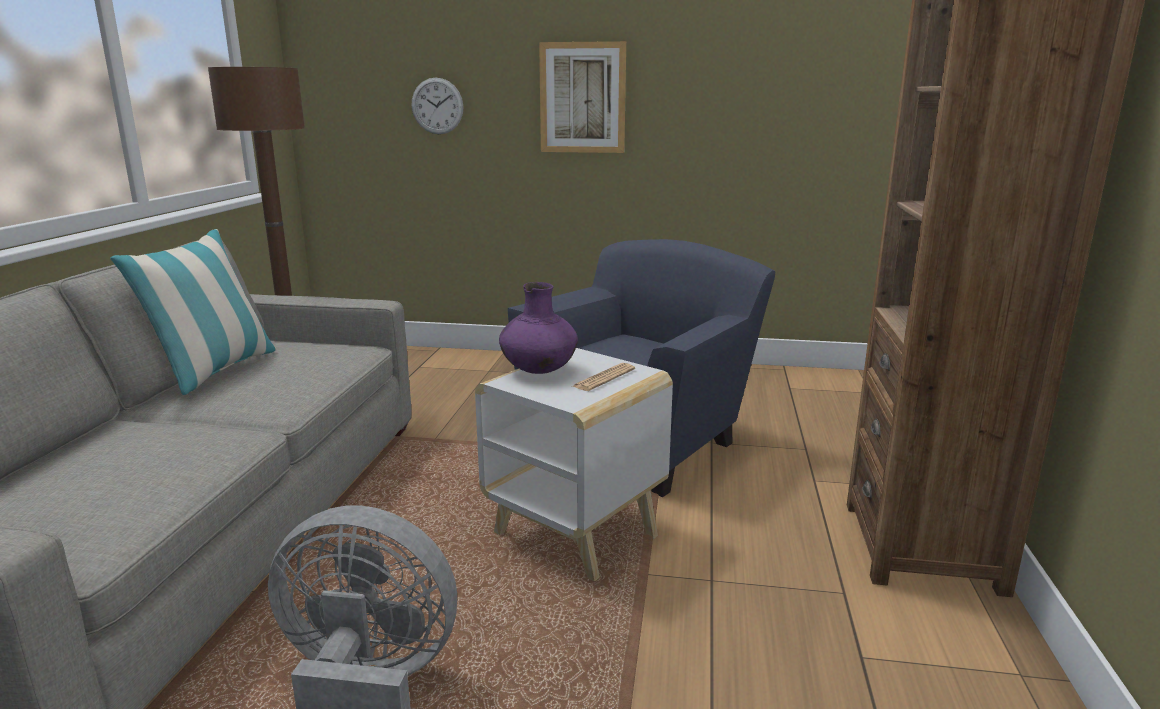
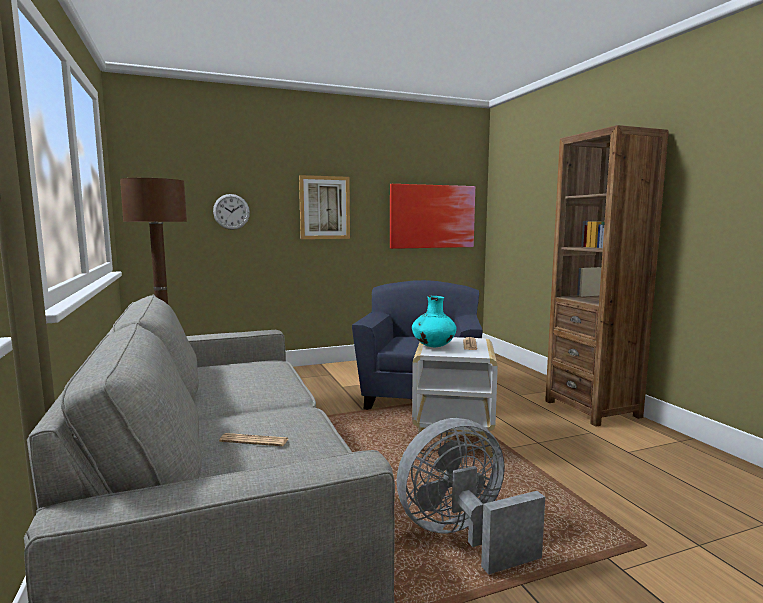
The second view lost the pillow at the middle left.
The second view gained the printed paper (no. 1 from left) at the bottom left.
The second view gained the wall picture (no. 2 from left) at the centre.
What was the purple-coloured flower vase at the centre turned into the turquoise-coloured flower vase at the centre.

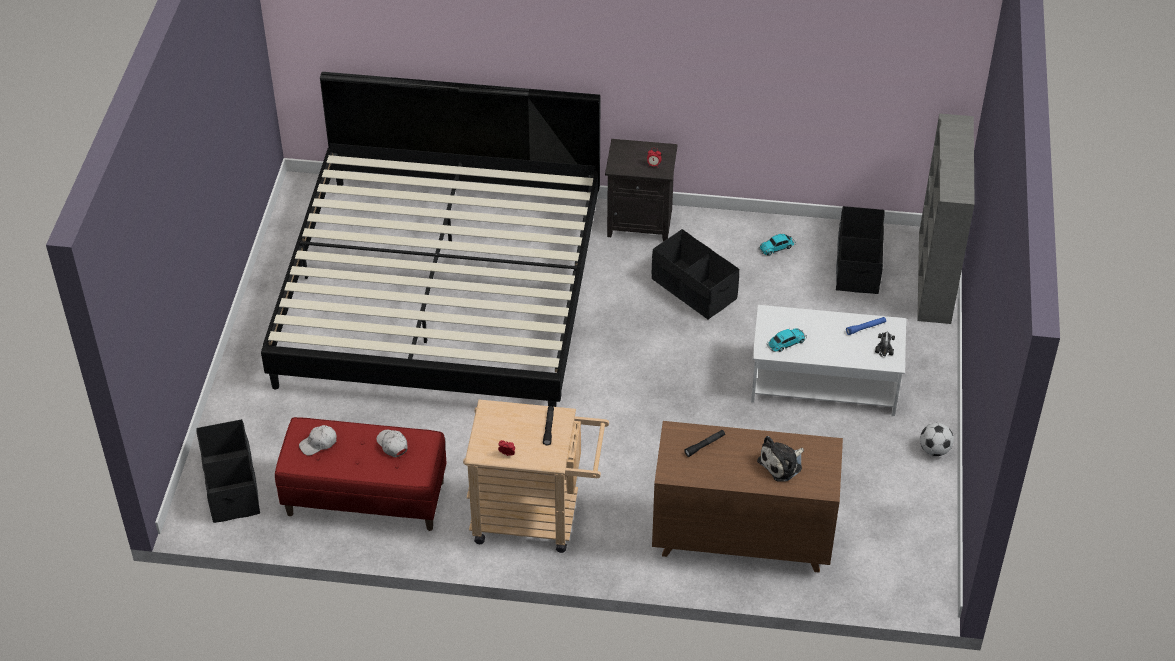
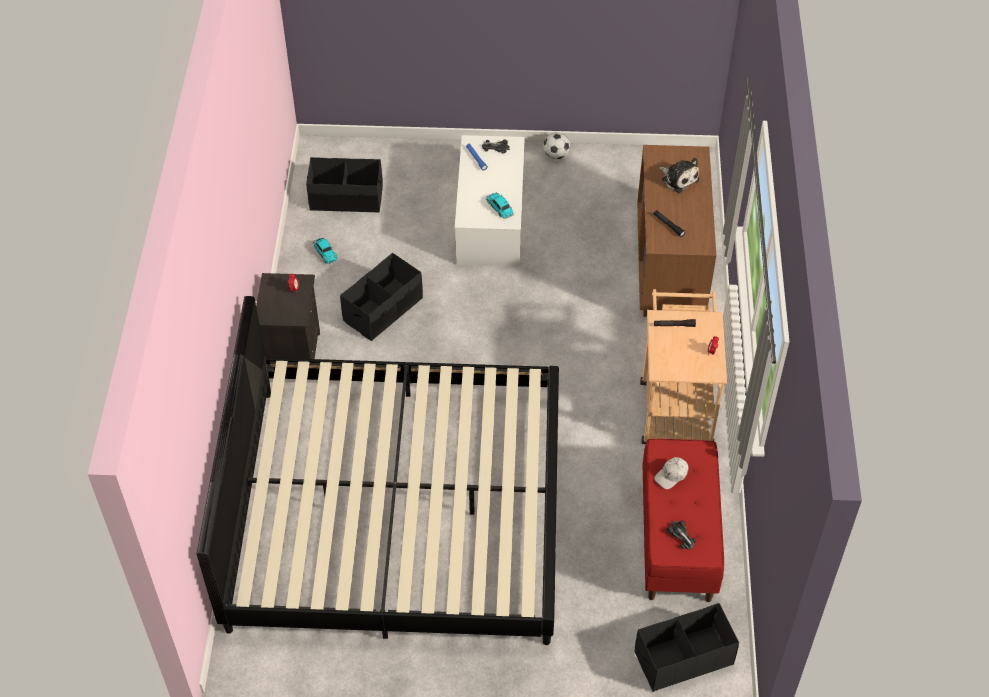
The second view lost the greyish shelving unit at the top right.
Where the whitish peaked cap (no. 1 from left) stood at the middle left, the model car (no. 4 from left) came to stand at the bottom right.

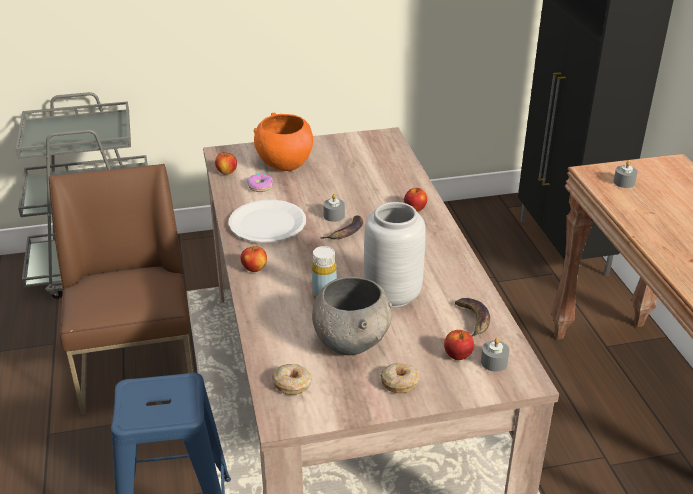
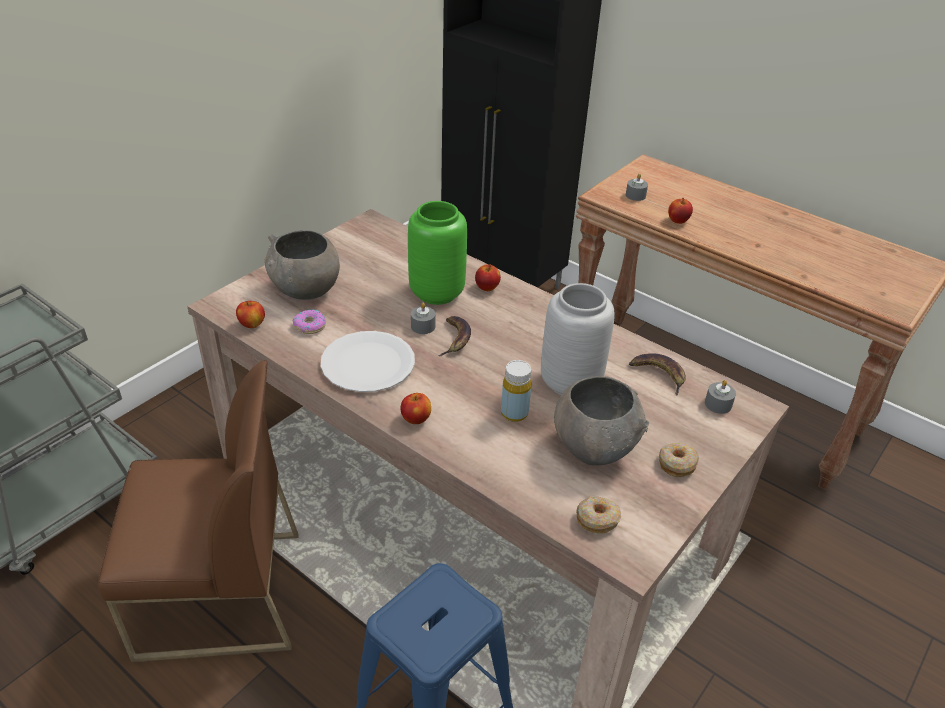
The second view gained the greenish flower vase at the centre.
The apple (no. 4 from left) ended up elsewhere, having gone from the bottom centre to the top right.
What was the orange deep dish at the top centre turned into the greyish deep dish (no. 1 from left) at the middle left.
The brown-coloured chair at the middle left ended up facing another way, 135 degrees clockwise from before.

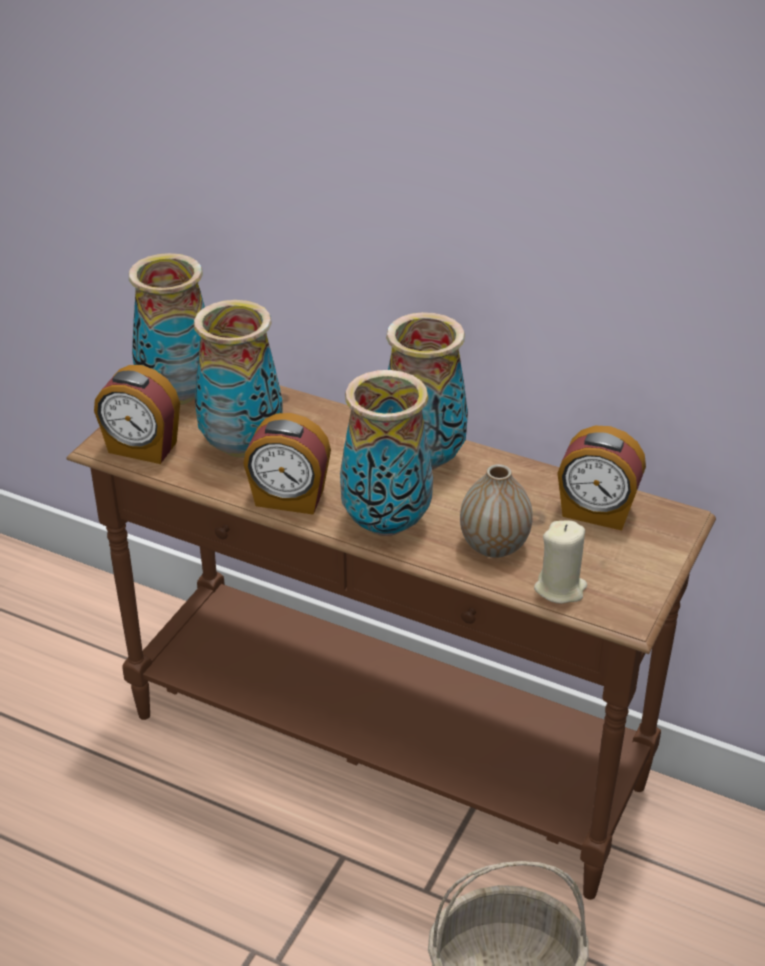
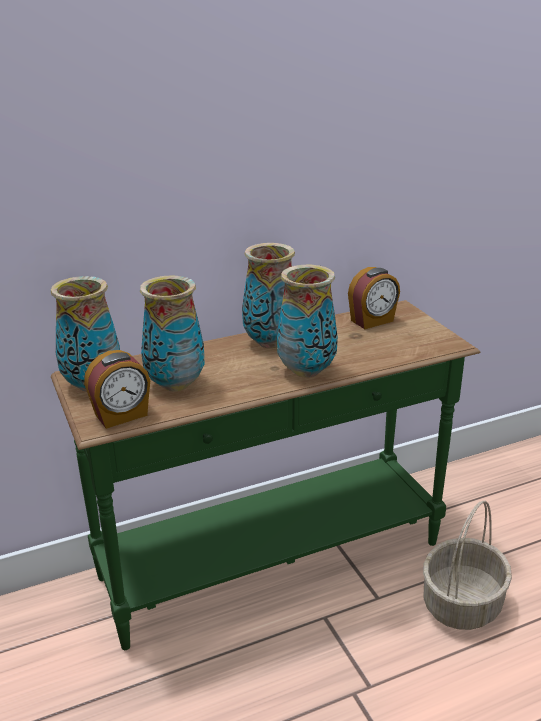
The second view lost the bedside clock (no. 2 from left) at the centre.
The second view lost the flower vase (no. 5 from left) at the centre.
The second view lost the beige wax light at the middle right.
What was the brown-coloured narrow table at the centre turned into the greenish narrow table at the centre.

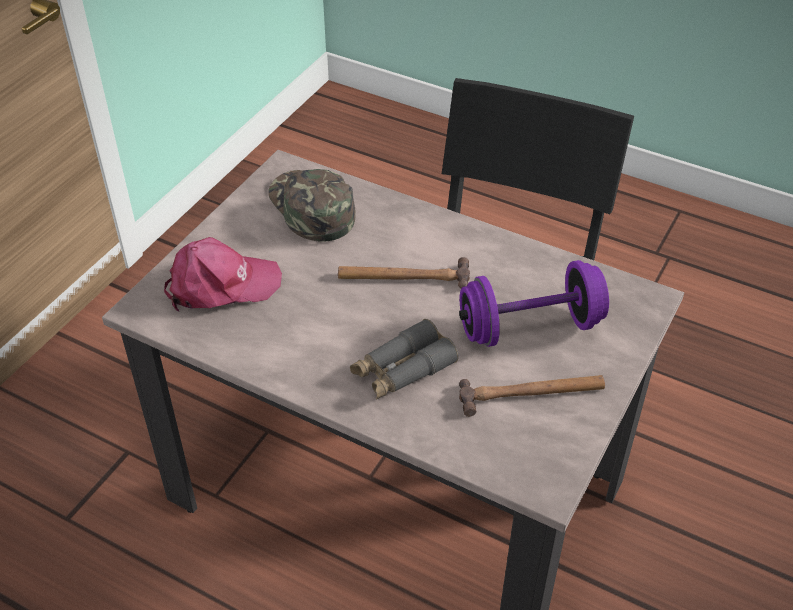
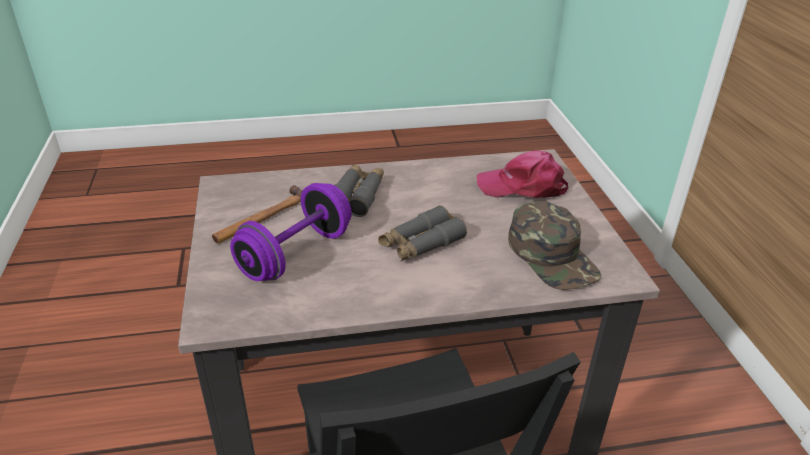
Where the hand hammer (no. 1 from left) stood at the centre, the greyish field glasses (no. 2 from left) came to stand at the centre.
The pink peaked cap at the middle left ended up facing another way, 60 degrees clockwise from before.
The greenish peaked cap at the centre ended up facing another way, 45 degrees clockwise from before.

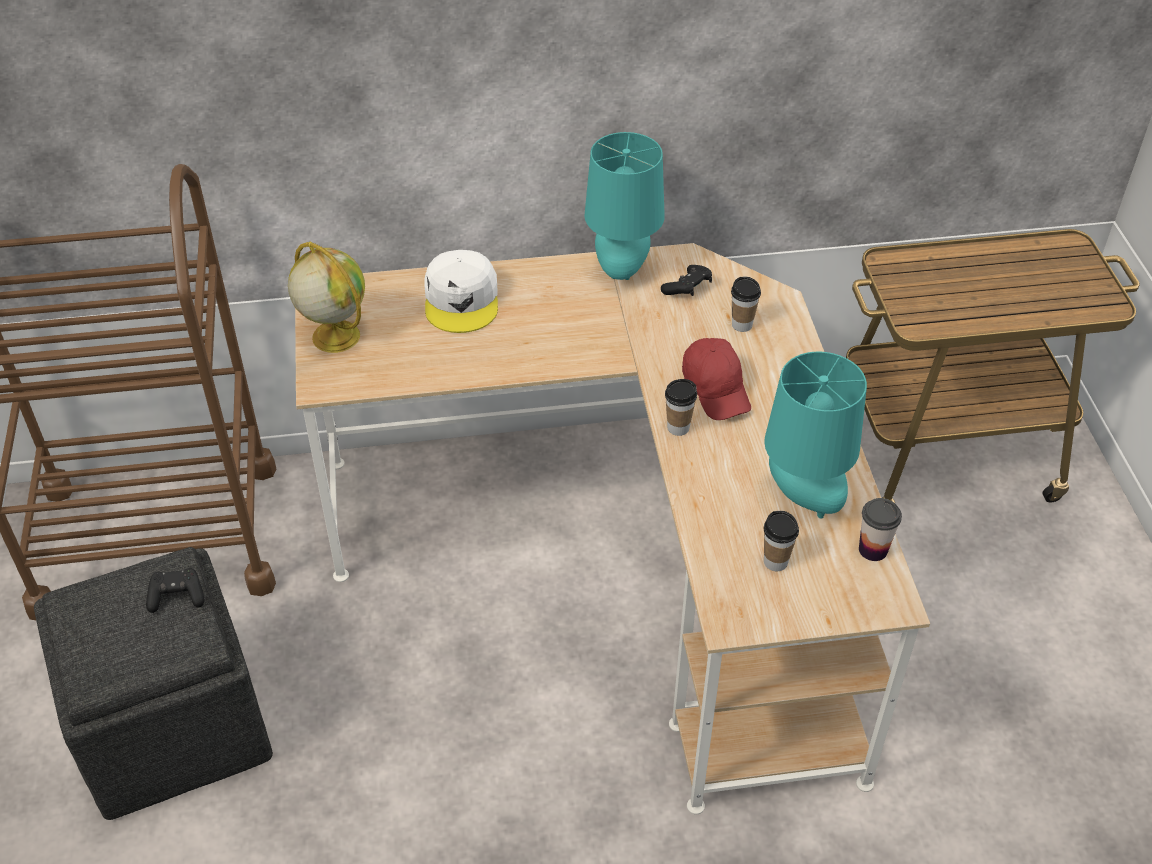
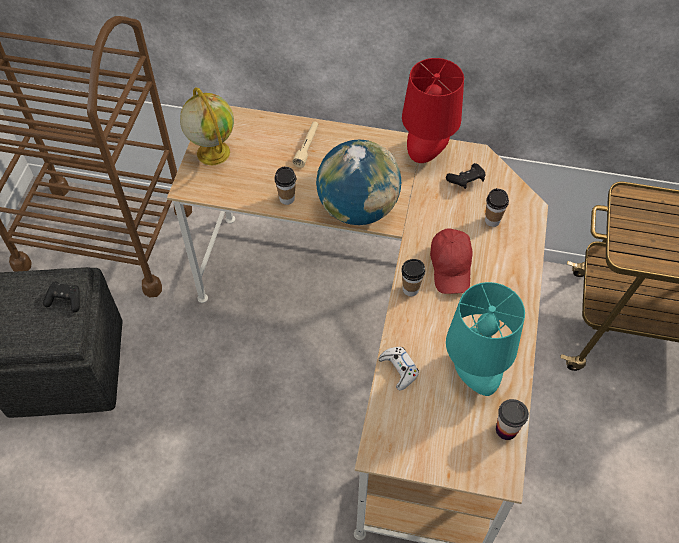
The second view gained the world globe (no. 2 from left) at the centre.
The second view gained the whitish gamepad at the bottom centre.
The small cup (no. 3 from left in the first image) ended up elsewhere, having gone from the middle right to the centre.
Where the whitish peaked cap stood at the centre, the beige hand torch came to stand at the top centre.
What was the turquoise-coloured tabletop lamp (no. 1 from left) at the top centre turned into the reddish tabletop lamp at the top centre.

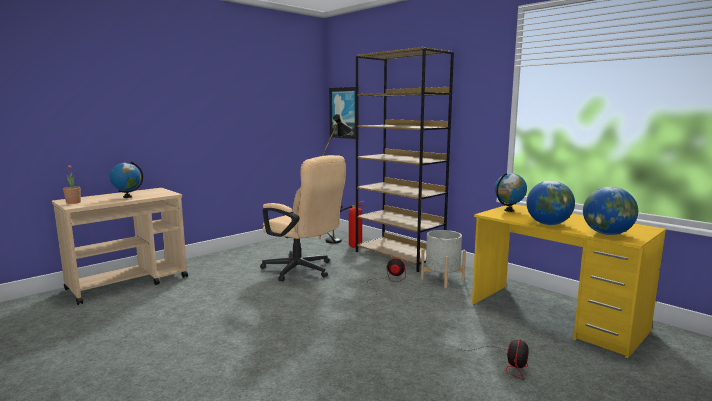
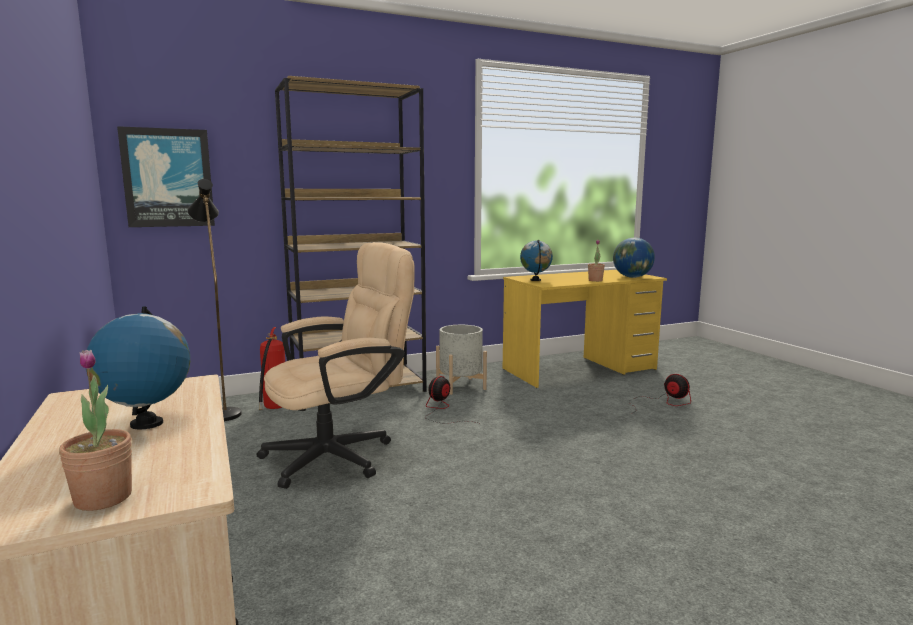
Where the world globe (no. 3 from left) stood at the middle right, the plant in a pot (no. 2 from left) came to stand at the centre.

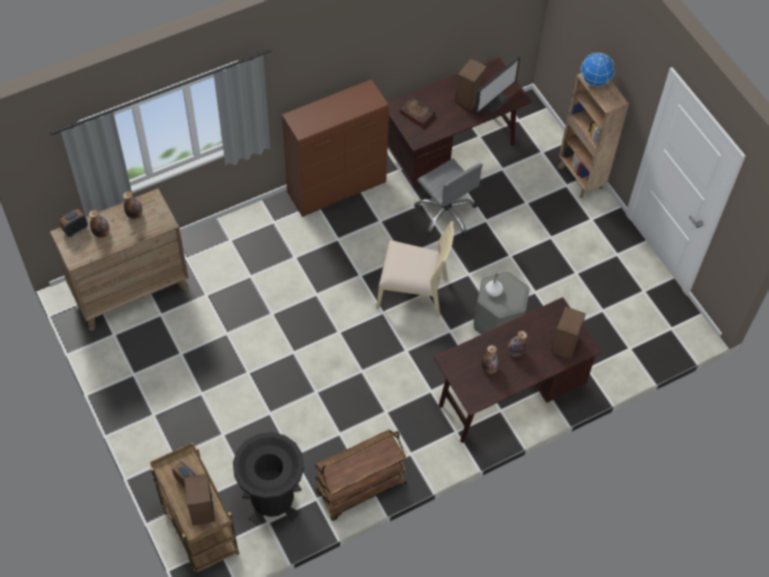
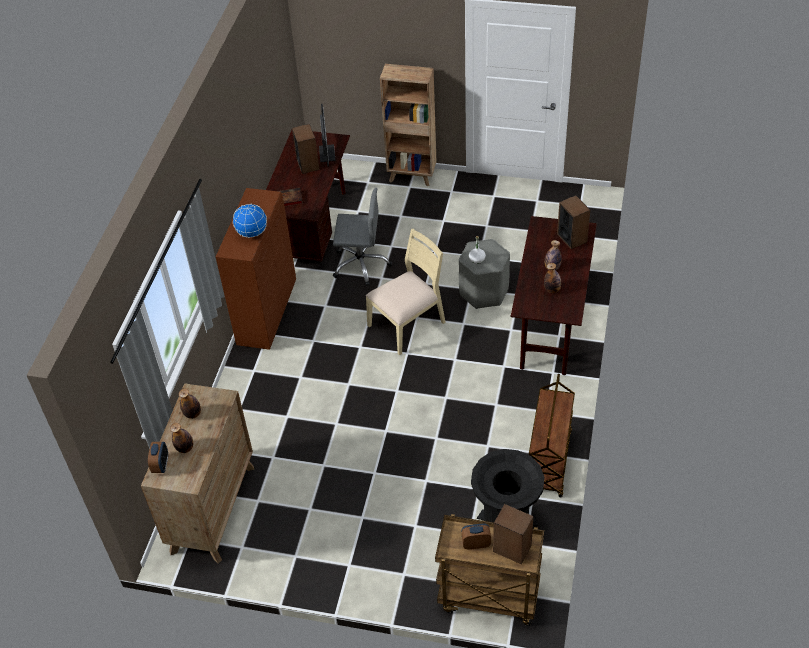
The world globe ended up elsewhere, having gone from the top right to the middle left.

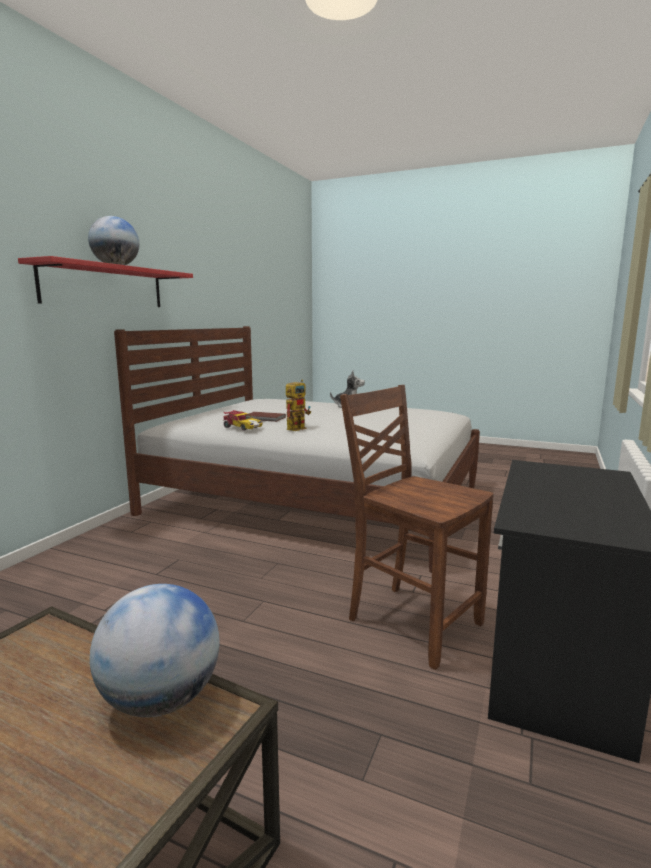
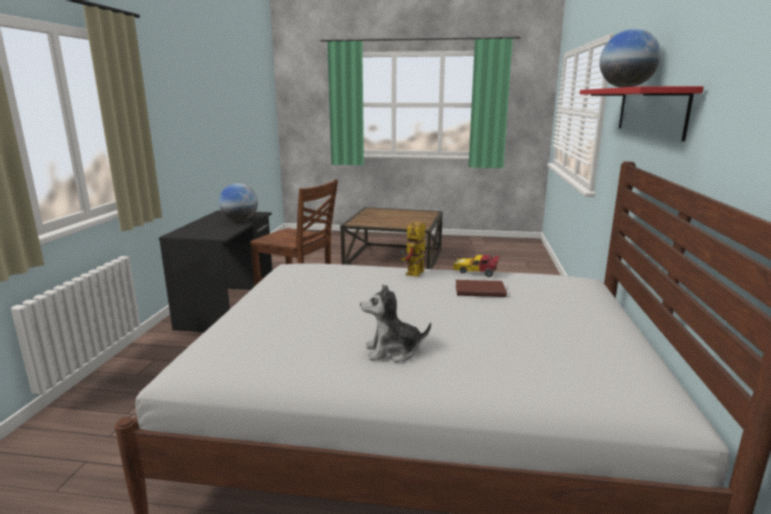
The world globe (no. 2 from left in the first image) ended up elsewhere, having gone from the bottom left to the middle left.

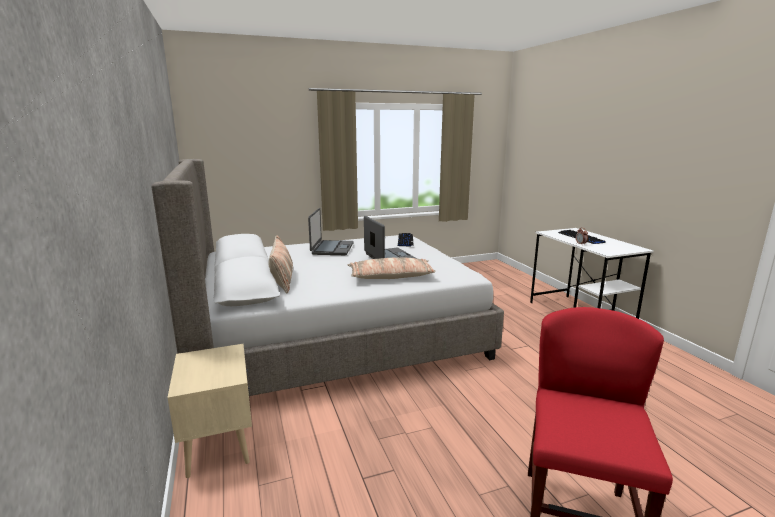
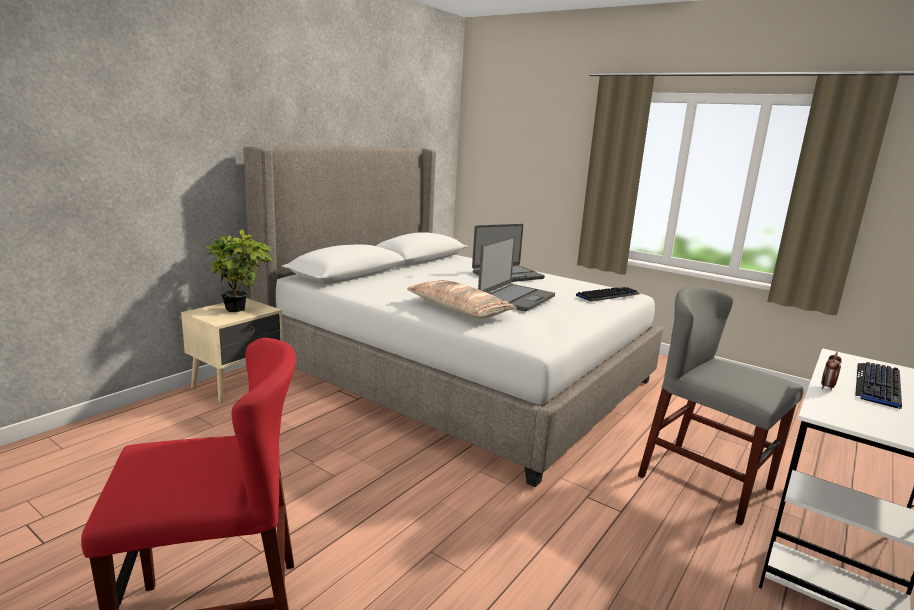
The second view lost the pillow (no. 1 from left) at the centre.
The second view gained the plant in a pot at the middle left.
The second view gained the greyish chair at the middle right.

